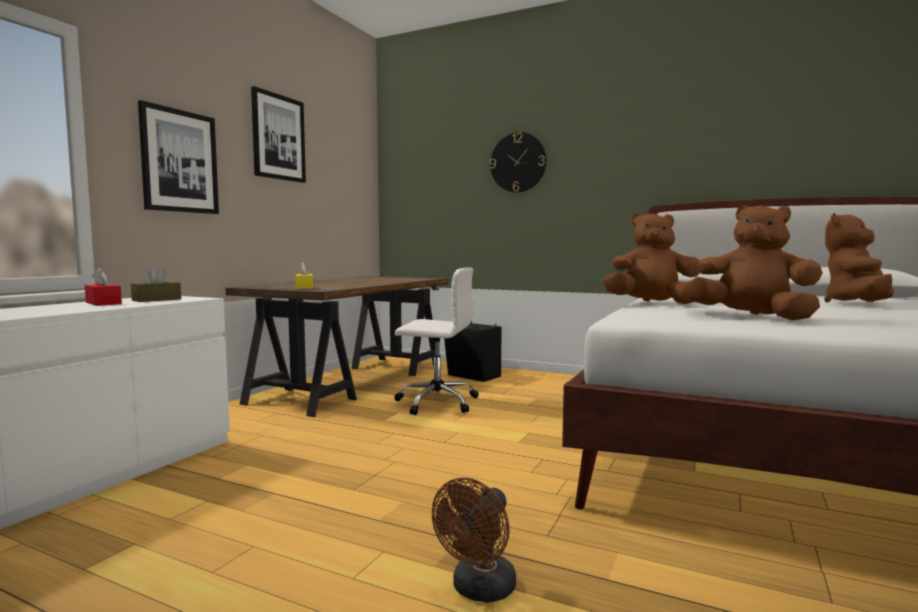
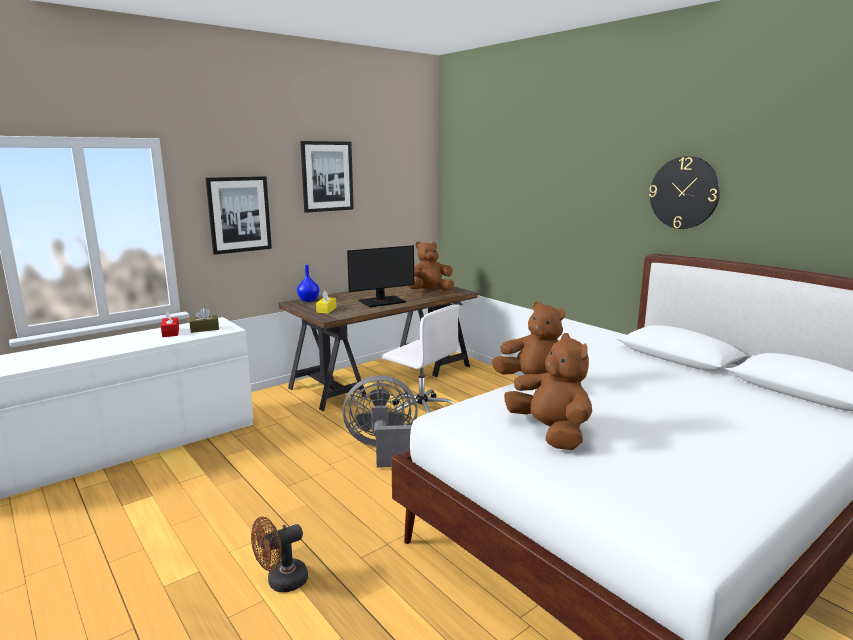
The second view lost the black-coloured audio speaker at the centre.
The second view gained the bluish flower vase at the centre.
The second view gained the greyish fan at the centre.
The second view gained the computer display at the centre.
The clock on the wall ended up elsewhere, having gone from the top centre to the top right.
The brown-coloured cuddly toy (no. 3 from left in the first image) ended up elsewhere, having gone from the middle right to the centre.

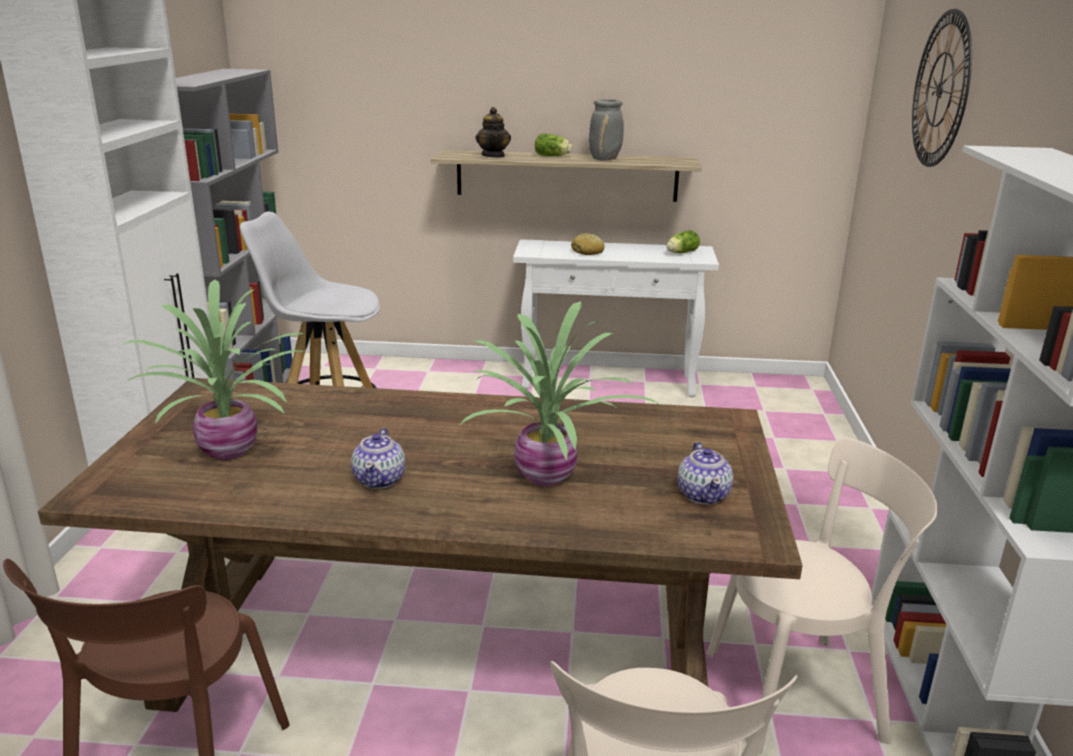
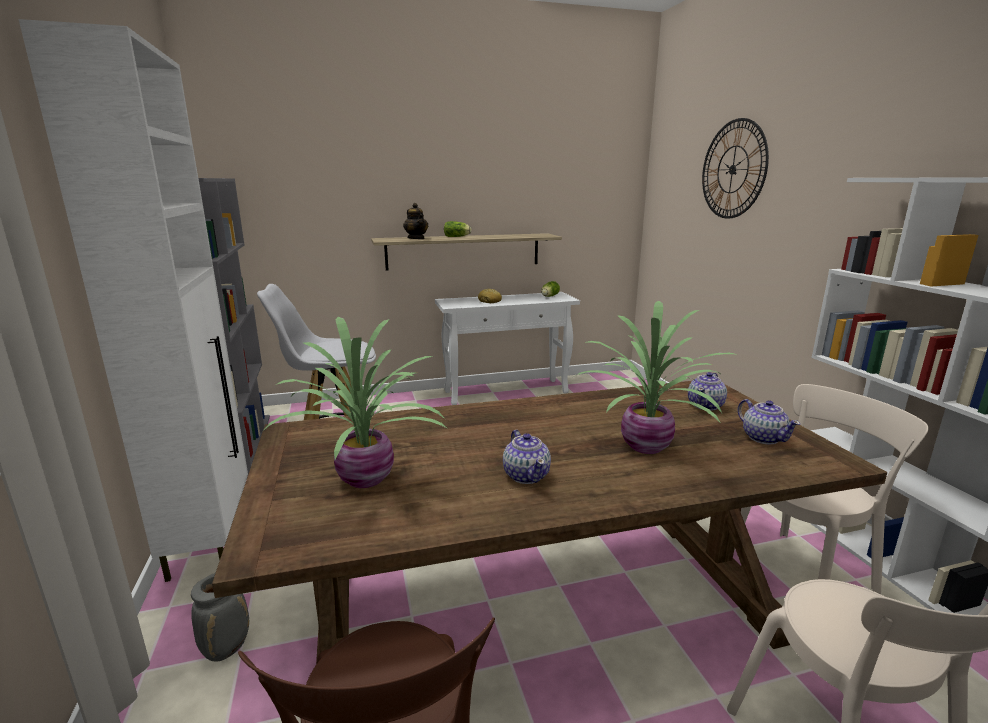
The second view gained the teapot (no. 3 from left) at the middle right.
The greyish flower vase ended up elsewhere, having gone from the top centre to the bottom left.

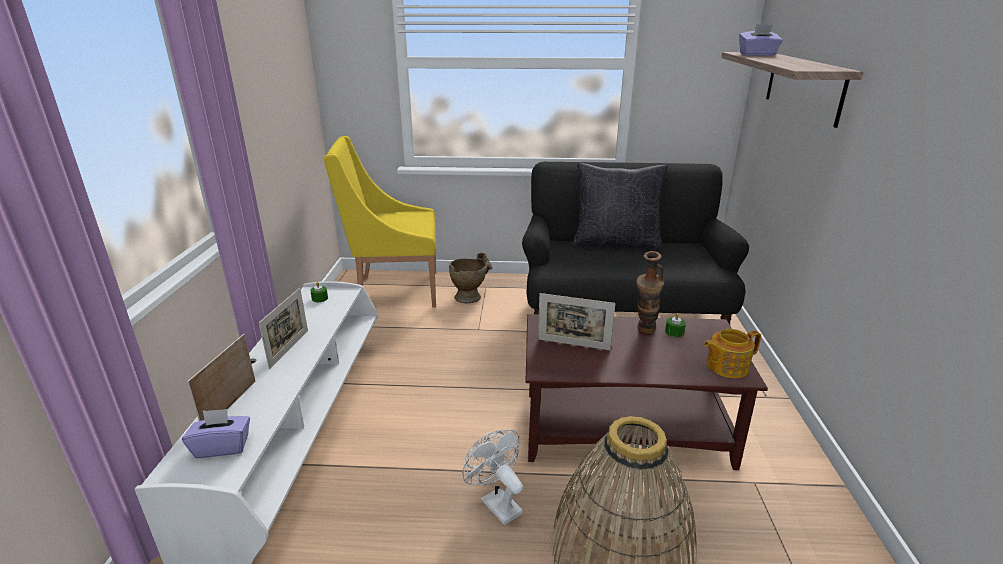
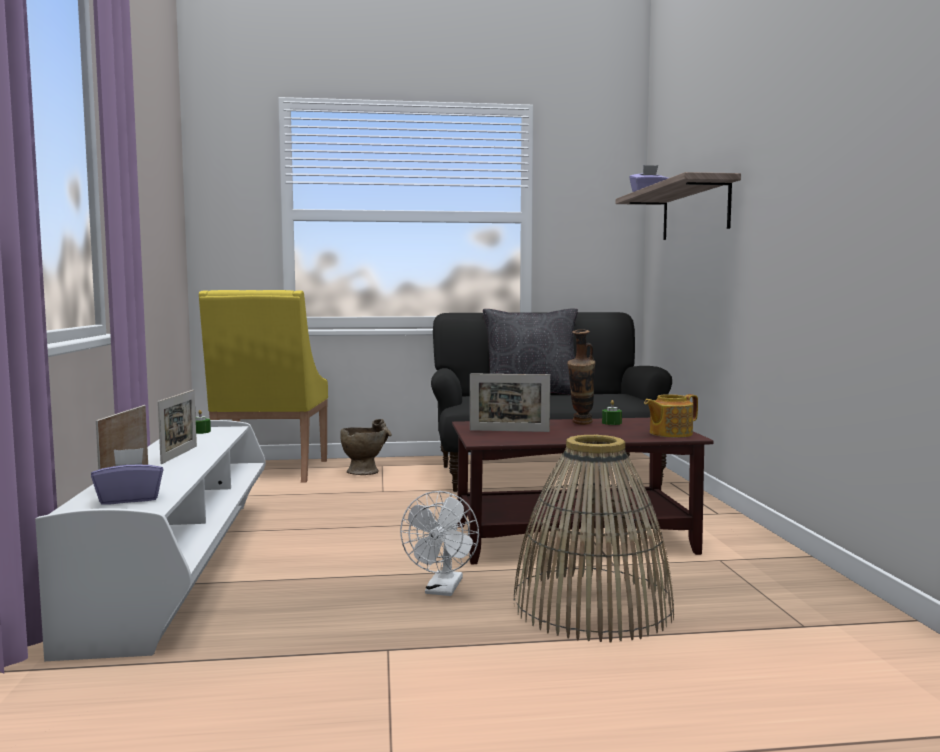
The yellowish easy chair at the centre ended up facing another way, 75 degrees counterclockwise from before.
The whitish fan at the bottom centre ended up facing another way, 120 degrees counterclockwise from before.

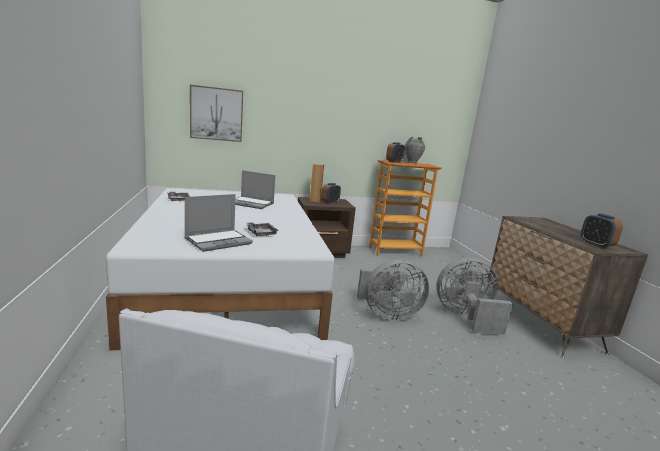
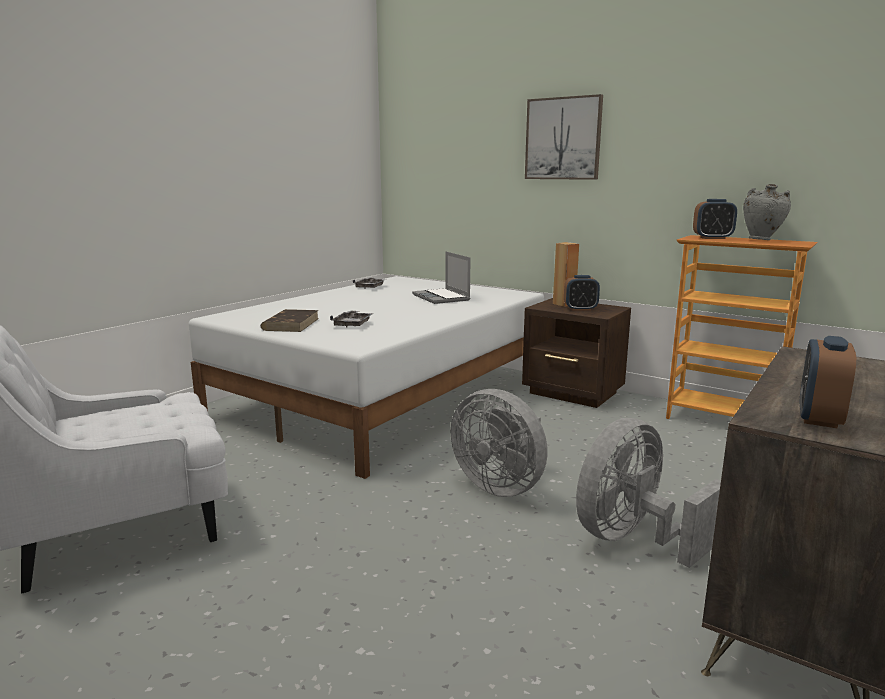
The wall picture ended up elsewhere, having gone from the top left to the top centre.
Where the laptop (no. 1 from left) stood at the middle left, the brown-coloured volume came to stand at the middle left.
The greyish fan (no. 2 from left) at the middle right ended up facing another way, 90 degrees counterclockwise from before.

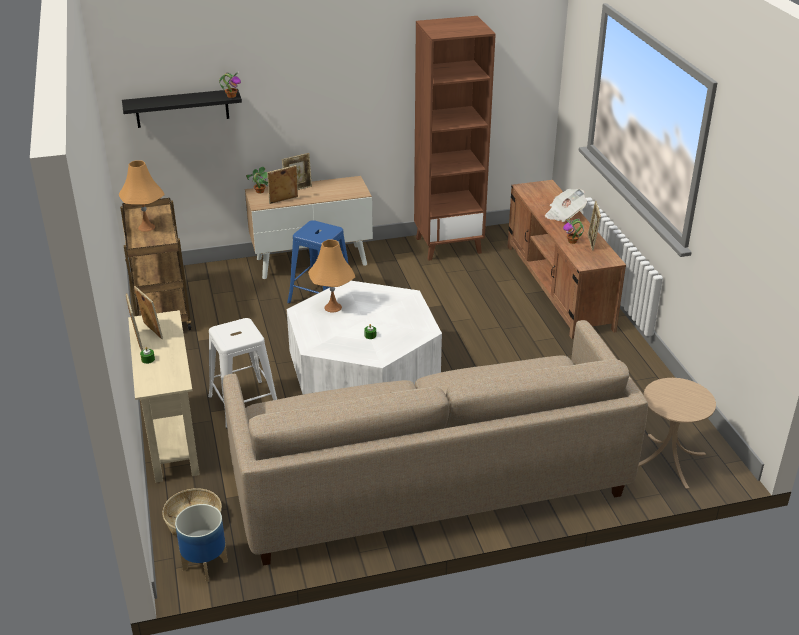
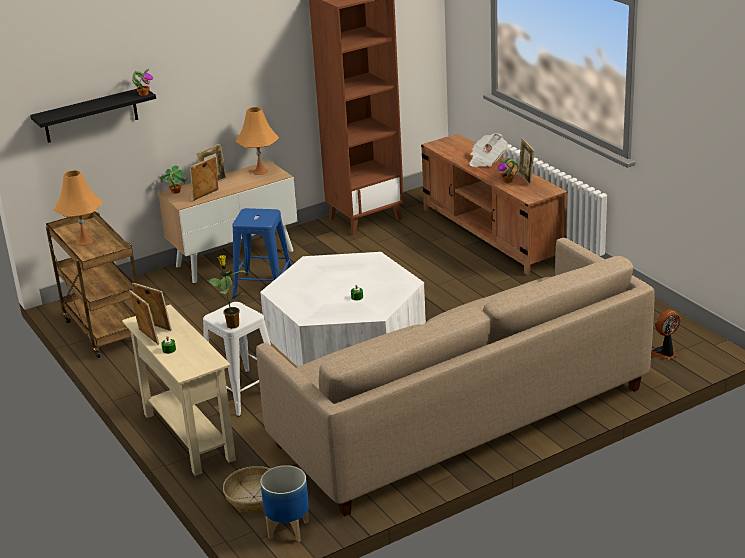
The second view gained the plant in a pot (no. 3 from left) at the middle left.
The orange tabletop lamp (no. 2 from left) ended up elsewhere, having gone from the centre to the top centre.
Where the beige end table stood at the bottom right, the fan came to stand at the middle right.

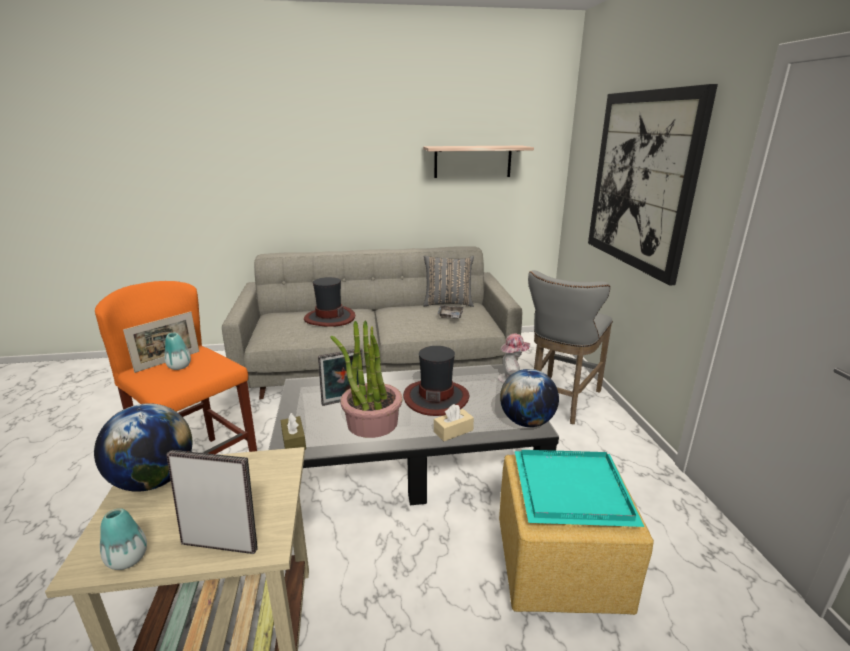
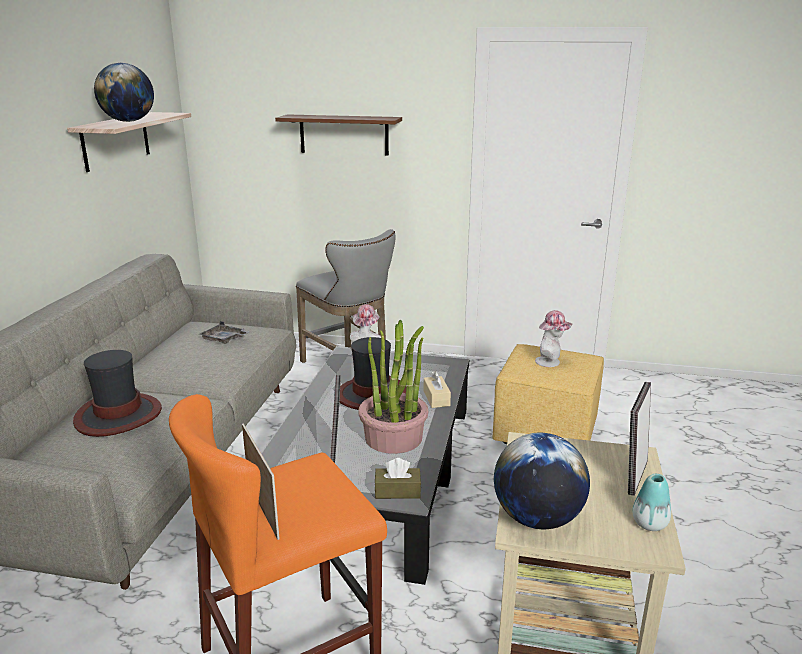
The second view lost the flower vase (no. 2 from left) at the middle left.
The second view lost the greyish pillow at the centre.
The world globe (no. 2 from left in the first image) ended up elsewhere, having gone from the centre to the top left.
Where the turquoise-coloured tray stood at the bottom right, the hat (no. 4 from left) came to stand at the middle right.
Where the wall picture hung at the top right, the shelf (no. 2 from left) came to hang at the top centre.

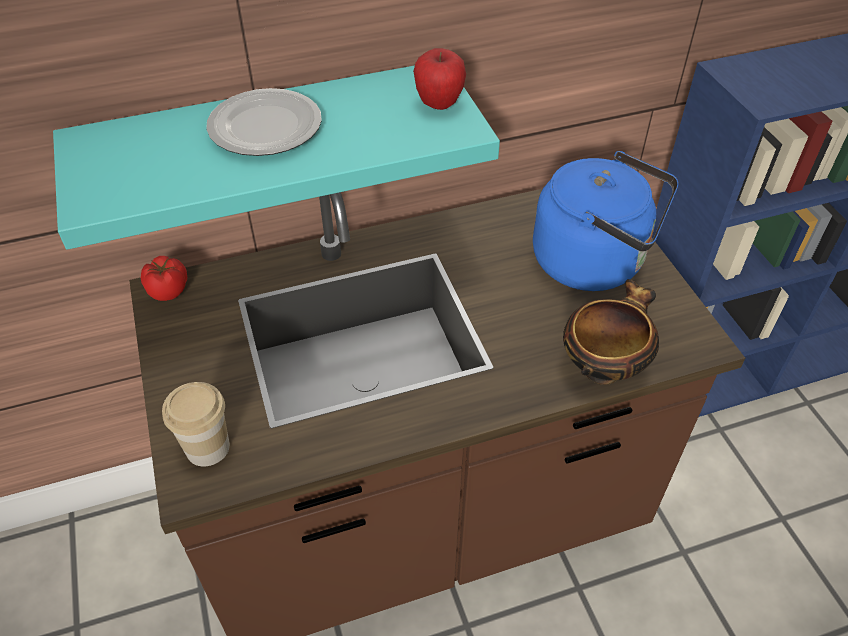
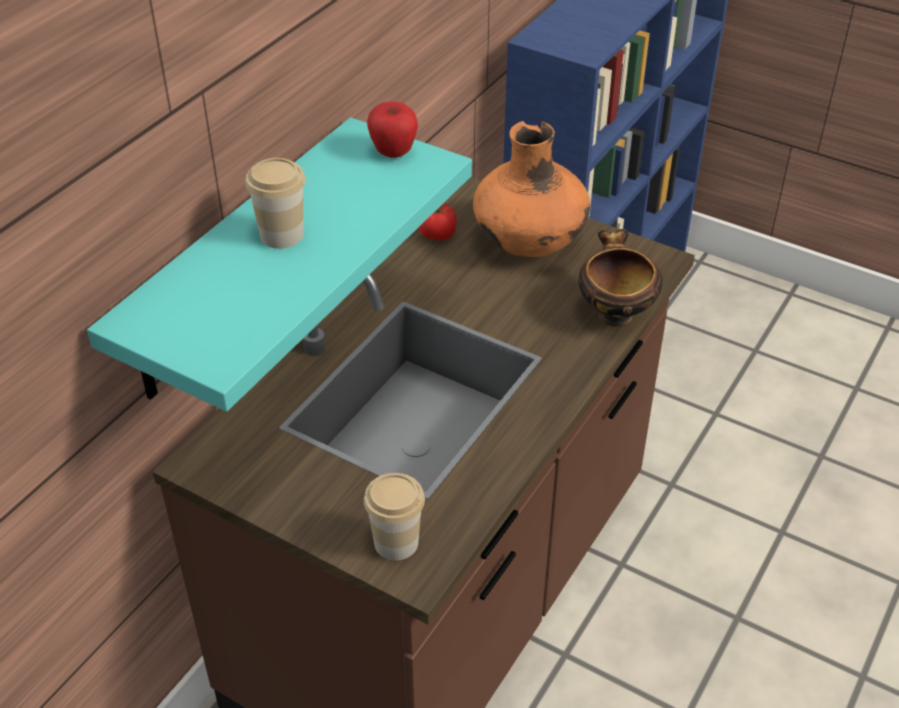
The tomato ended up elsewhere, having gone from the middle left to the top centre.
Where the dinner plate stood at the top left, the small cup (no. 1 from left) came to stand at the top left.
Where the bluish water kettle stood at the middle right, the orange flower vase came to stand at the top centre.

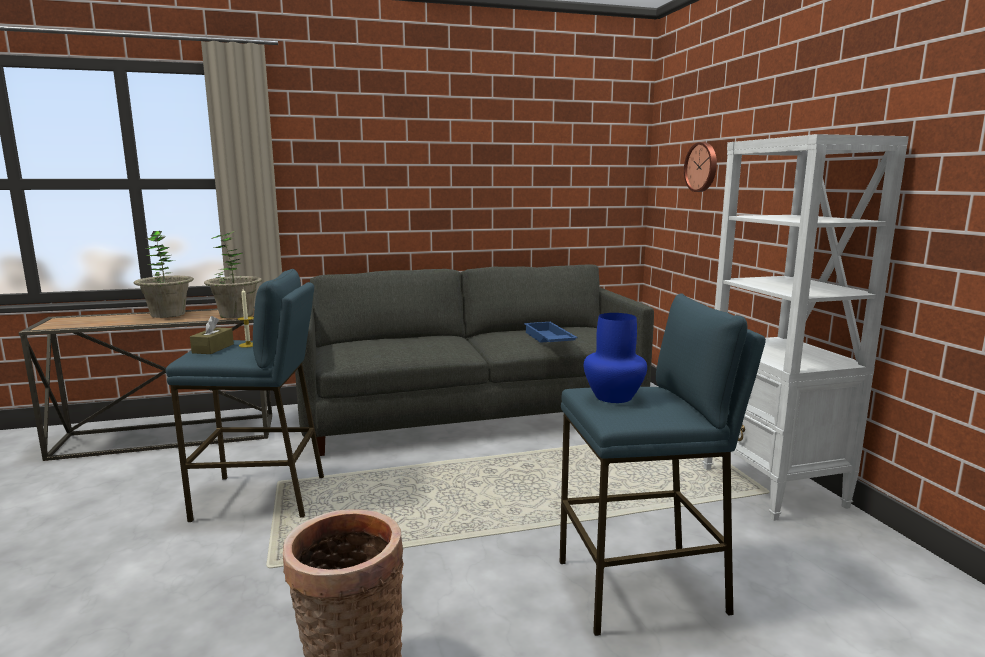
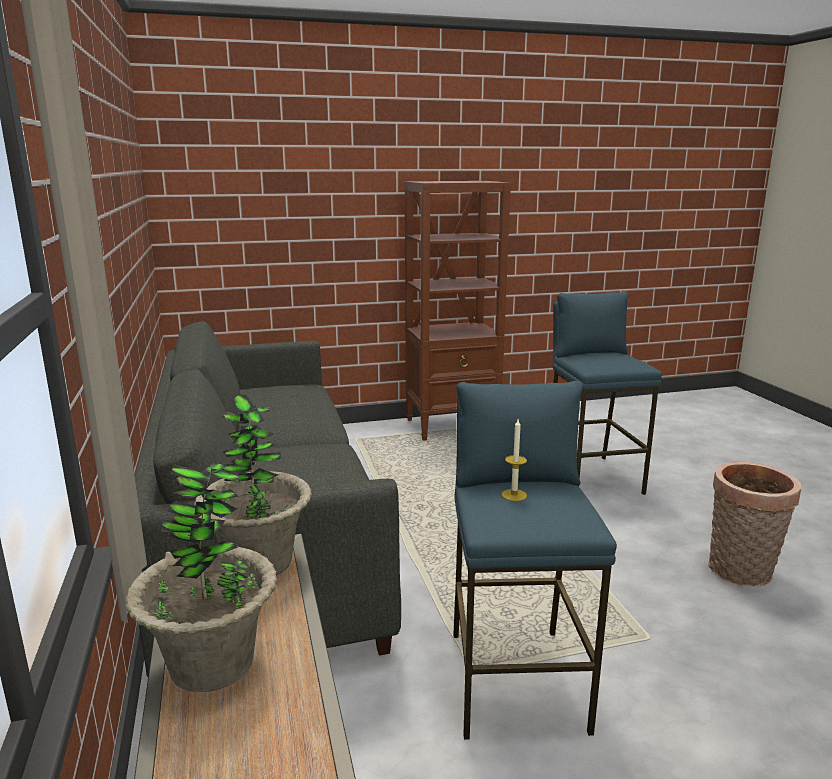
The second view lost the brown-coloured tissue holder at the middle left.
The second view lost the bluish tray at the centre.
The second view lost the bluish flower vase at the centre.
The second view lost the clock on the wall at the top right.
What was the whitish shelving unit at the middle right turned into the brown-coloured shelving unit at the centre.

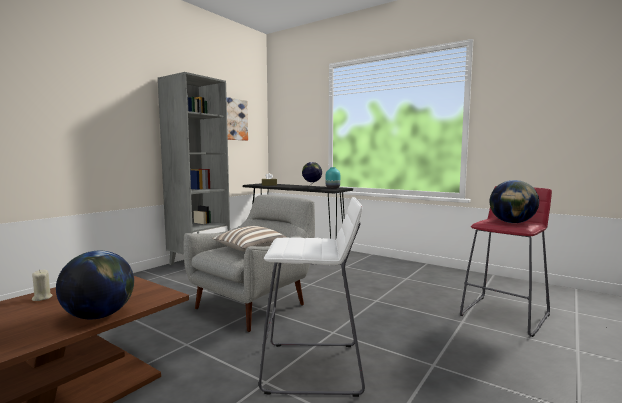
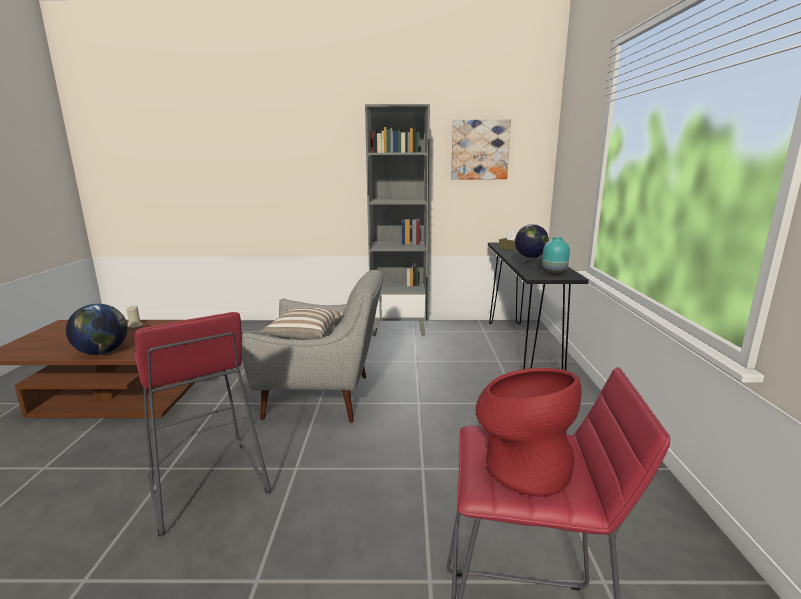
Where the world globe (no. 3 from left) stood at the middle right, the reddish flower vase came to stand at the bottom centre.
What was the whitish stool seat at the bottom centre turned into the reddish stool seat (no. 1 from left) at the bottom left.

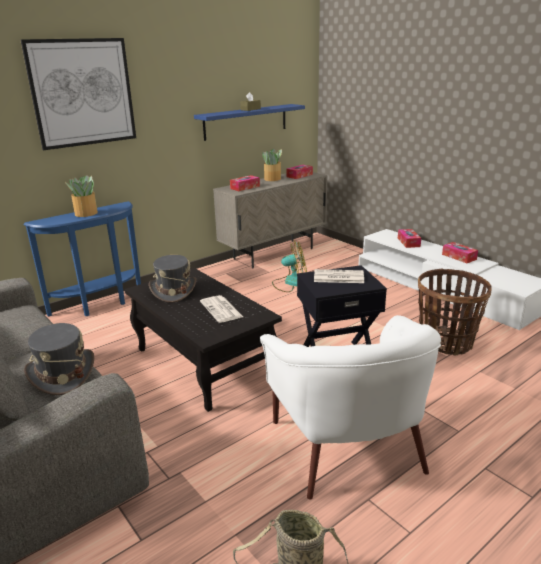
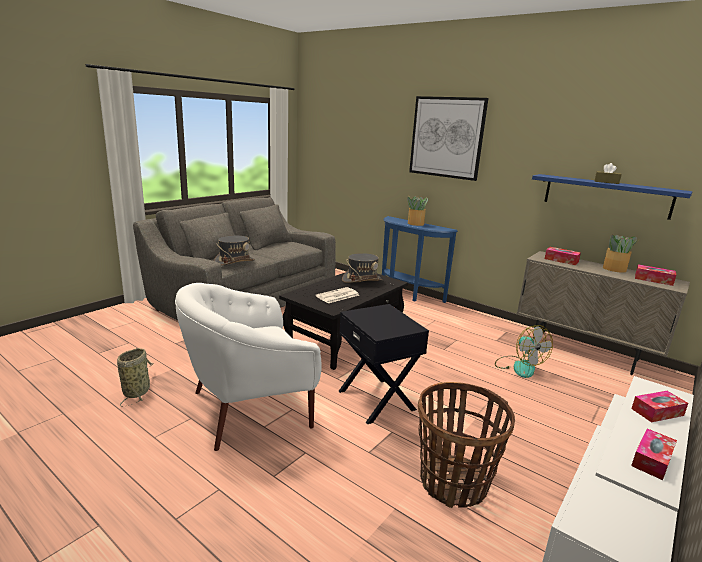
The second view lost the printed paper (no. 2 from left) at the centre.

